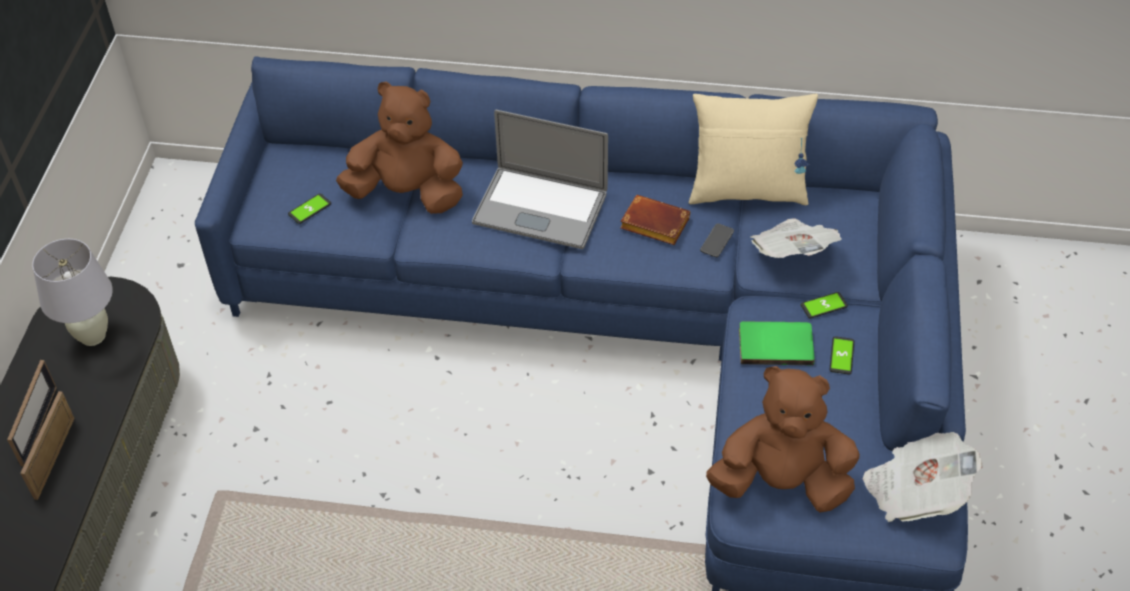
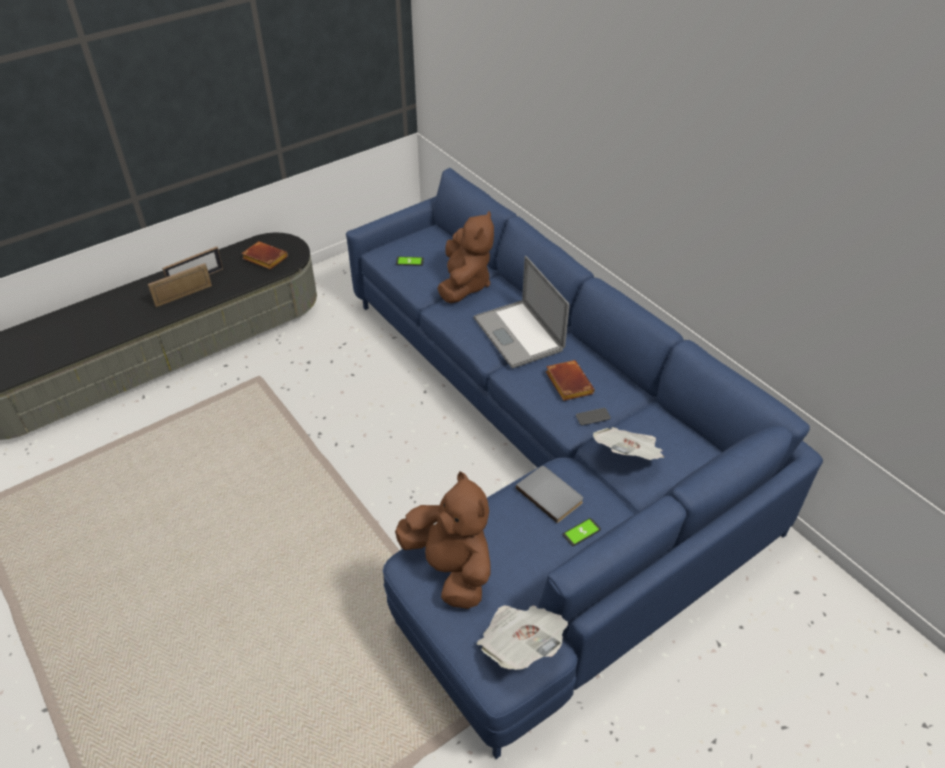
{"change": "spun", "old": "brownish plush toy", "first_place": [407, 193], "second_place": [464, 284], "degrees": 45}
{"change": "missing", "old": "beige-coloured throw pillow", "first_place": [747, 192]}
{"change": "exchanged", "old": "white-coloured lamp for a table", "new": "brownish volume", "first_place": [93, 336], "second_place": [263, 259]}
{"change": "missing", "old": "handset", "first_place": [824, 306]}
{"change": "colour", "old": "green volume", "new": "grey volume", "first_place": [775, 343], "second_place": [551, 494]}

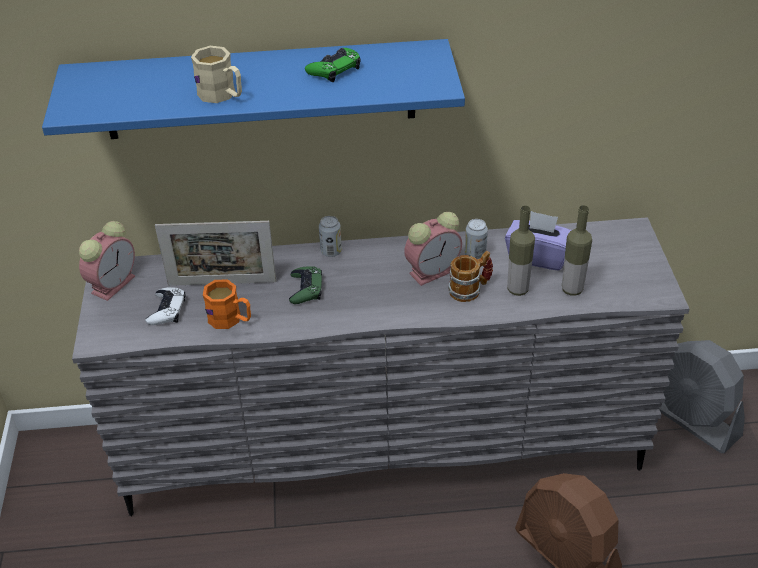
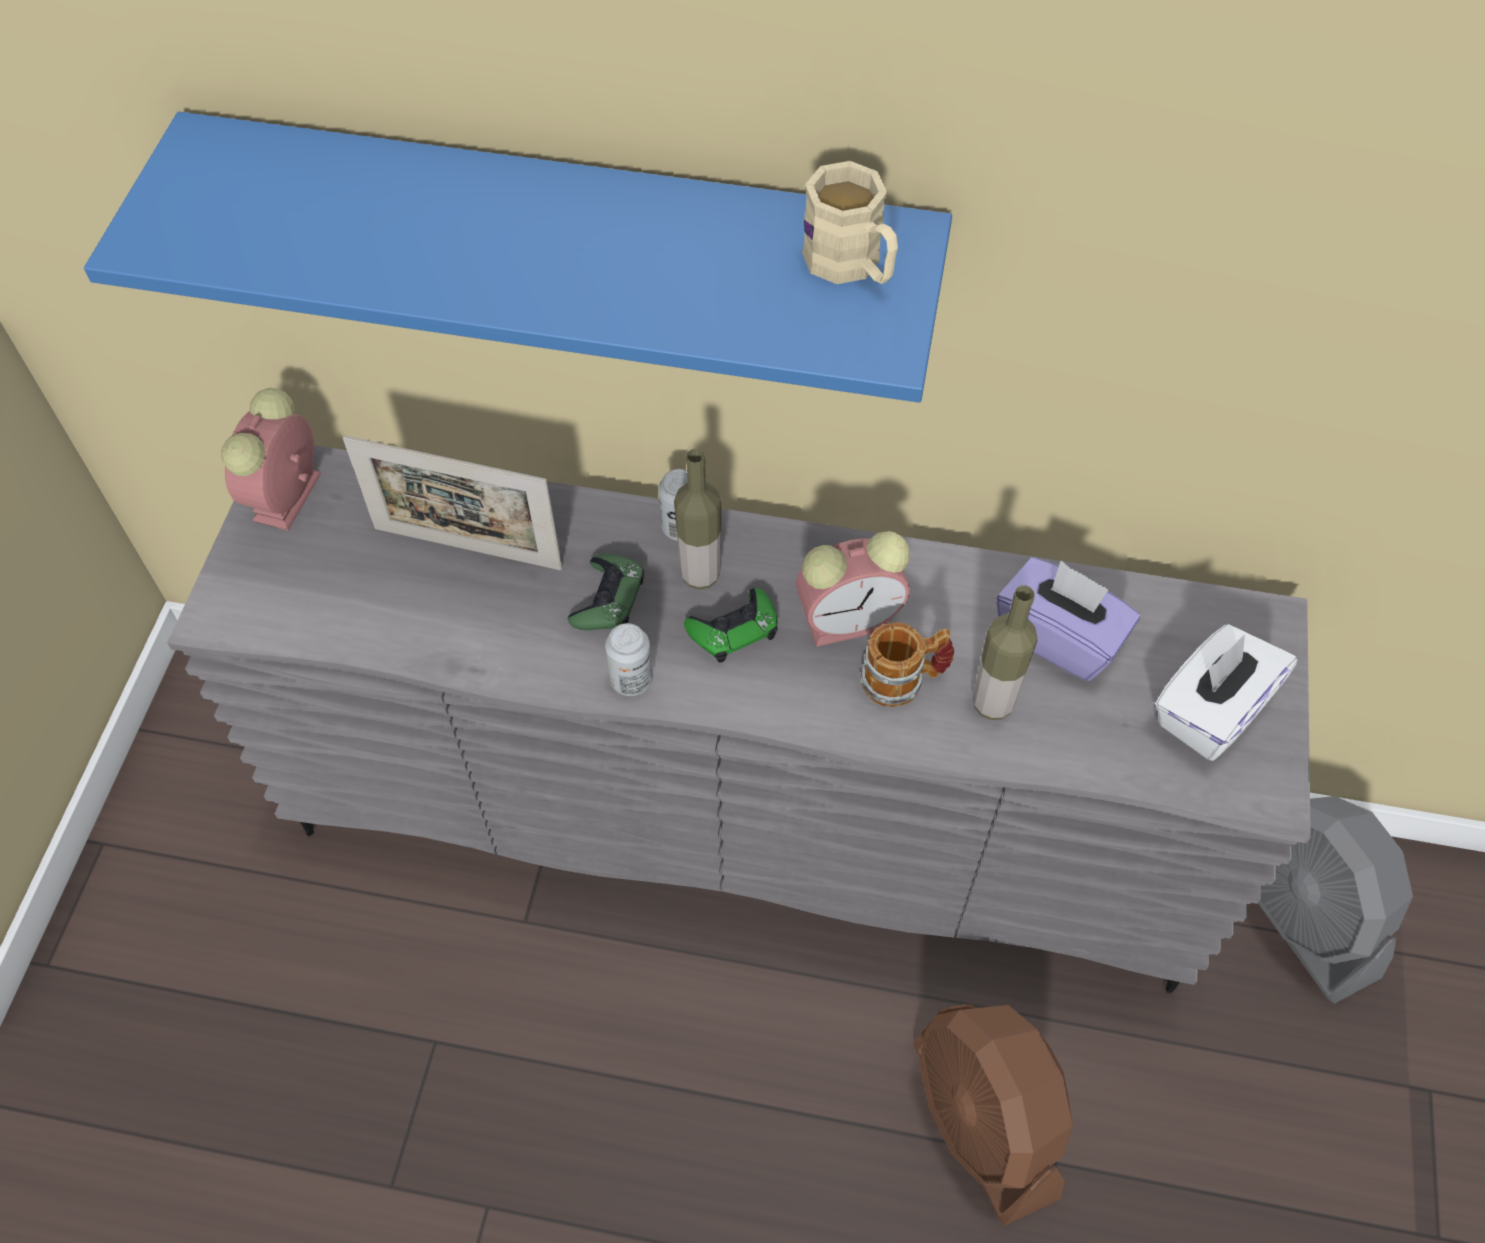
{"change": "relocated", "old": "beige-coloured coffee mug", "first_place": [222, 95], "second_place": [852, 266]}
{"change": "relocated", "old": "green joypad", "first_place": [334, 69], "second_place": [734, 630]}
{"change": "relocated", "old": "beverage bottle", "first_place": [572, 289], "second_place": [700, 575]}
{"change": "relocated", "old": "sealed can", "first_place": [475, 255], "second_place": [631, 680]}
{"change": "spun", "old": "bedside clock", "first_place": [114, 283], "second_place": [286, 500], "degrees": 150}
{"change": "missing", "old": "orange-coloured coffee mug", "first_place": [230, 319]}
{"change": "missing", "old": "white-coloured joypad", "first_place": [167, 310]}
{"change": "appeared", "new": "white-coloured tissue holder", "second_place": [1210, 710]}

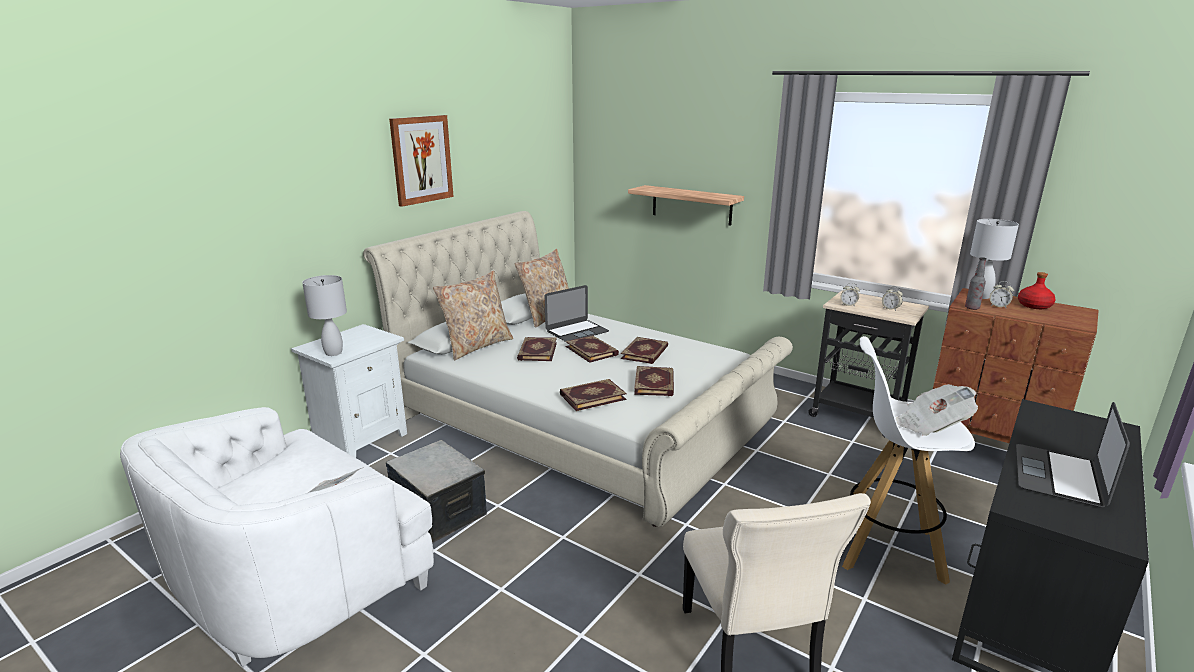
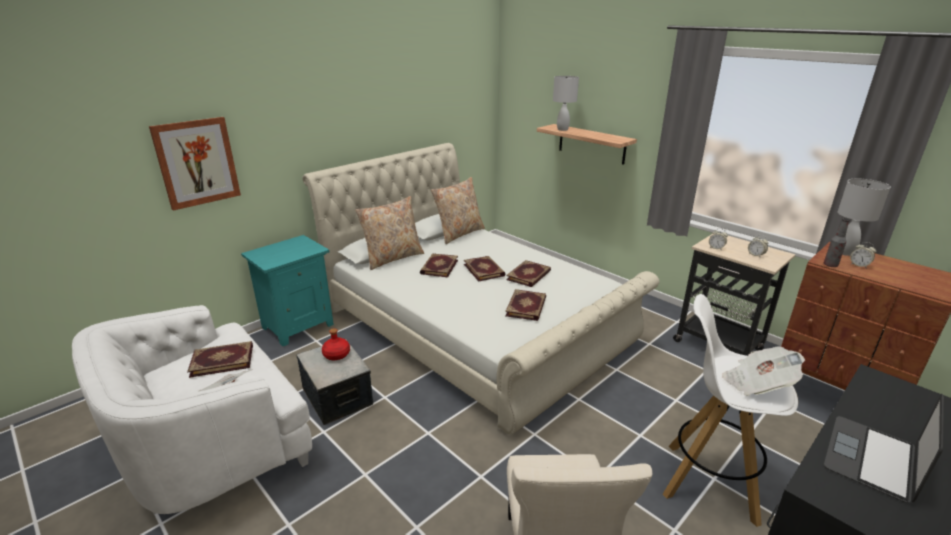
{"change": "relocated", "old": "wall art", "first_place": [421, 159], "second_place": [197, 162]}
{"change": "relocated", "old": "reddish beverage bottle", "first_place": [1034, 306], "second_place": [337, 354]}
{"change": "relocated", "old": "white-coloured lamp for a table", "first_place": [333, 353], "second_place": [562, 129]}
{"change": "missing", "old": "laptop", "first_place": [577, 331]}
{"change": "colour", "old": "white-coloured bedside table", "new": "turquoise-coloured bedside table", "first_place": [363, 439], "second_place": [299, 326]}
{"change": "relocated", "old": "volume", "first_place": [592, 396], "second_place": [222, 360]}

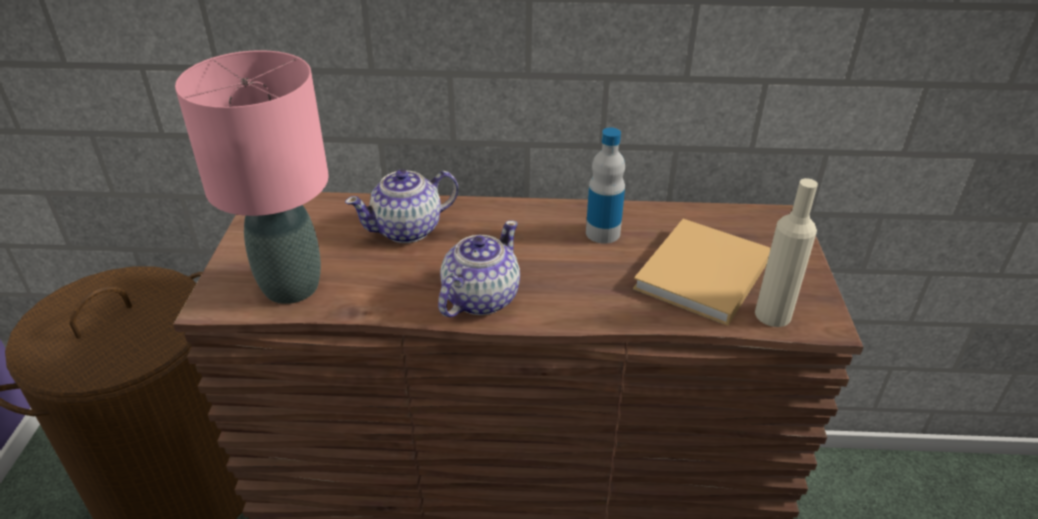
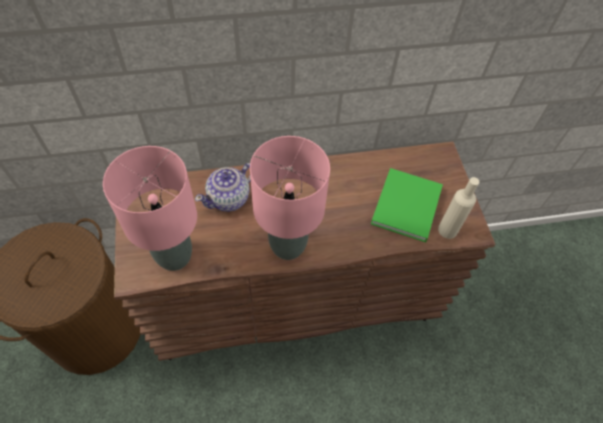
{"change": "missing", "old": "beverage bottle", "first_place": [602, 233]}
{"change": "colour", "old": "beige-coloured volume", "new": "green volume", "first_place": [701, 276], "second_place": [405, 208]}
{"change": "exchanged", "old": "pot for tea", "new": "pink lamp for a table", "first_place": [479, 298], "second_place": [287, 246]}

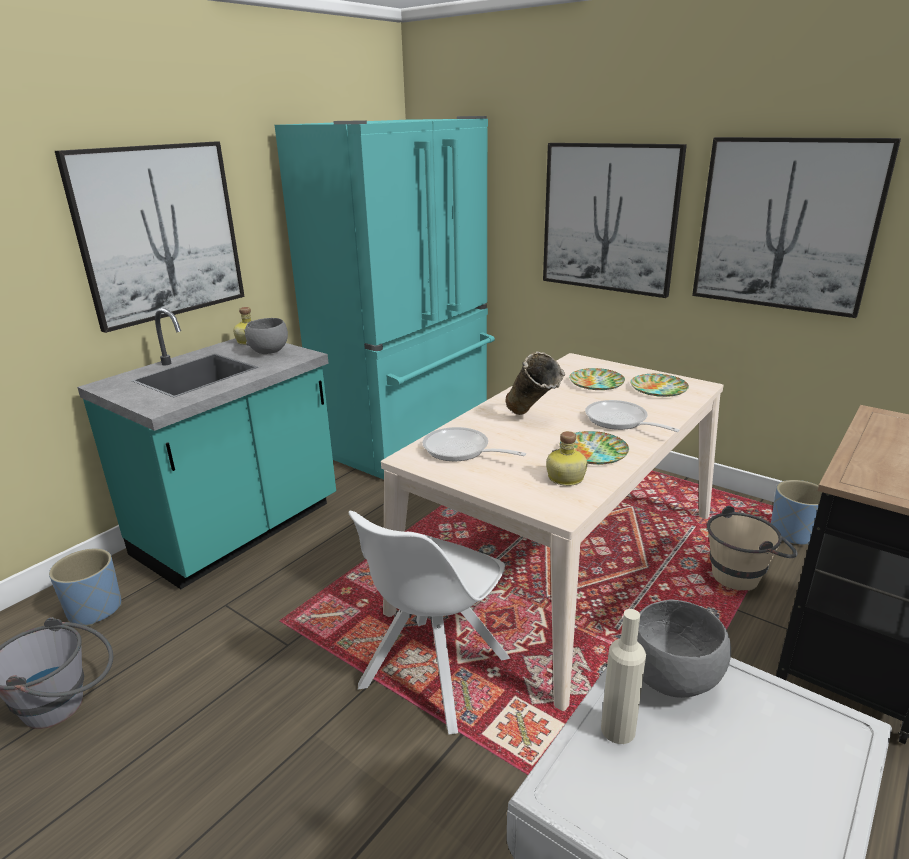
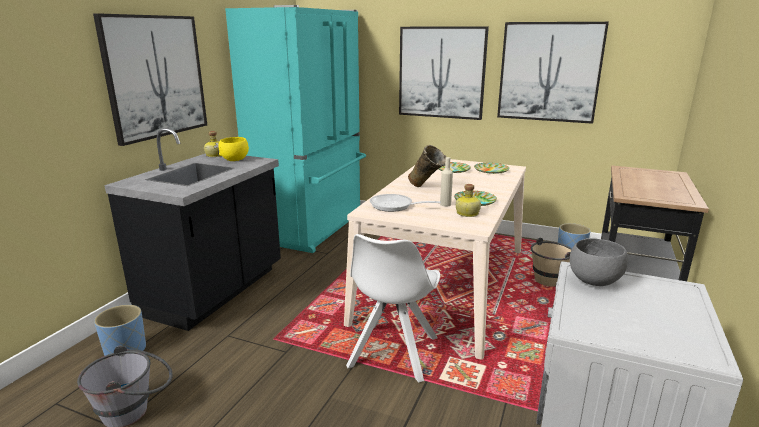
{"change": "colour", "old": "turquoise-coloured counter", "new": "blackish counter", "first_place": [239, 531], "second_place": [215, 292]}
{"change": "colour", "old": "grey serving bowl", "new": "yellow serving bowl", "first_place": [269, 351], "second_place": [235, 160]}
{"change": "missing", "old": "frying pan", "first_place": [620, 421]}
{"change": "relocated", "old": "beige-coloured beverage bottle", "first_place": [618, 729], "second_place": [445, 204]}

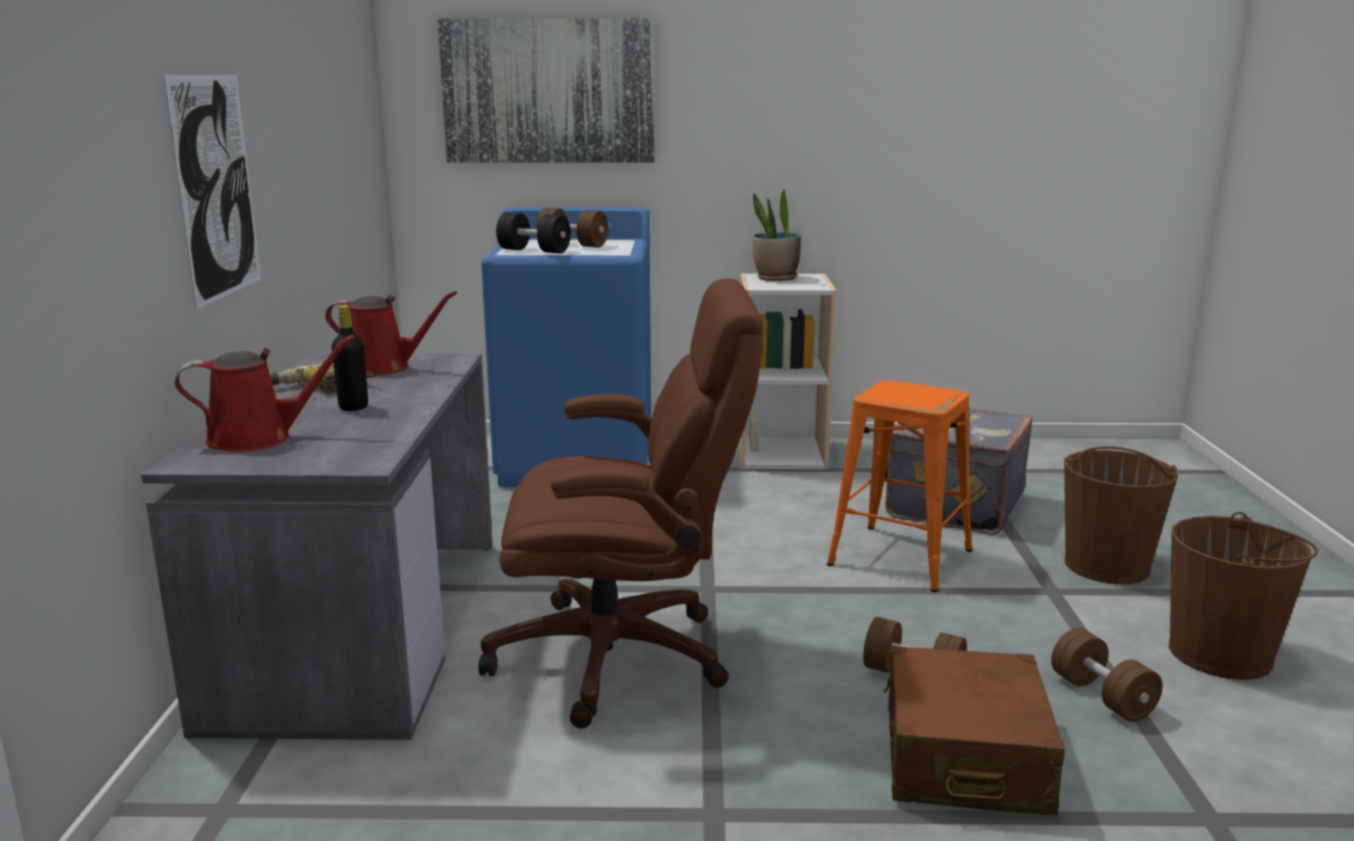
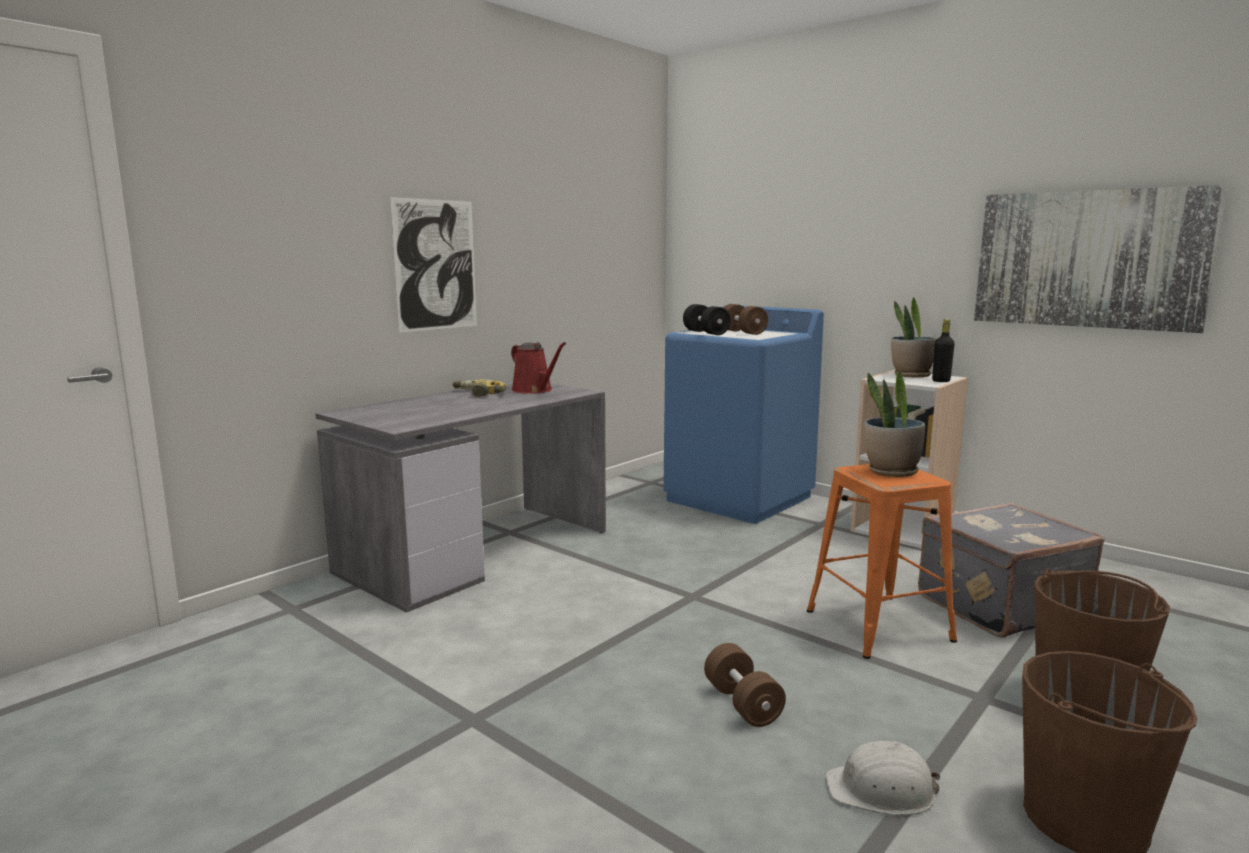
{"change": "relocated", "old": "wall art", "first_place": [548, 91], "second_place": [1089, 259]}
{"change": "missing", "old": "brownish desk chair", "first_place": [627, 659]}
{"change": "relocated", "old": "blackish beverage bottle", "first_place": [353, 407], "second_place": [941, 381]}
{"change": "missing", "old": "reddish sprinkling can", "first_place": [258, 438]}
{"change": "exchanged", "old": "brownish free weight", "new": "white-coloured safety helmet", "first_place": [1102, 696], "second_place": [882, 790]}
{"change": "missing", "old": "brownish suitcase", "first_place": [964, 758]}
{"change": "appeared", "new": "houseplant", "second_place": [891, 472]}

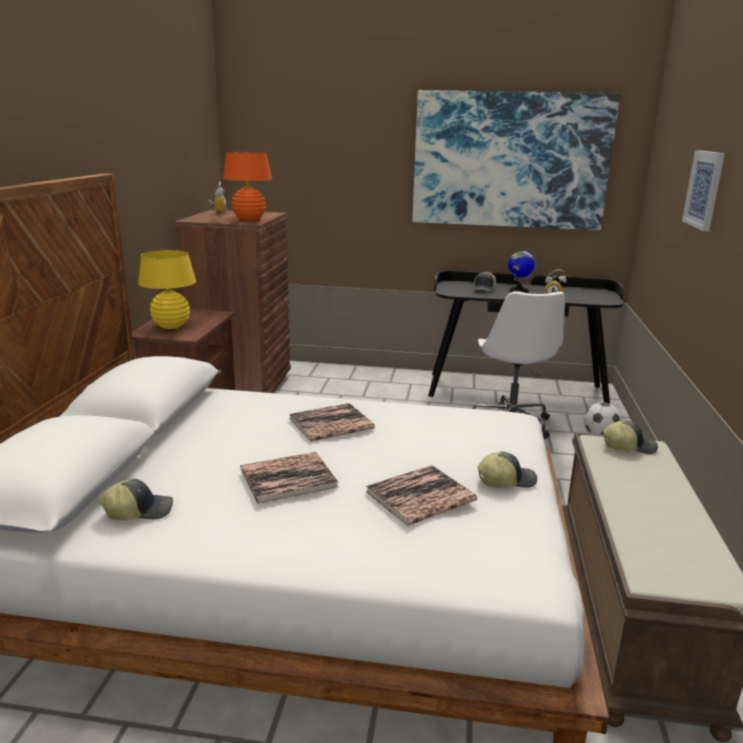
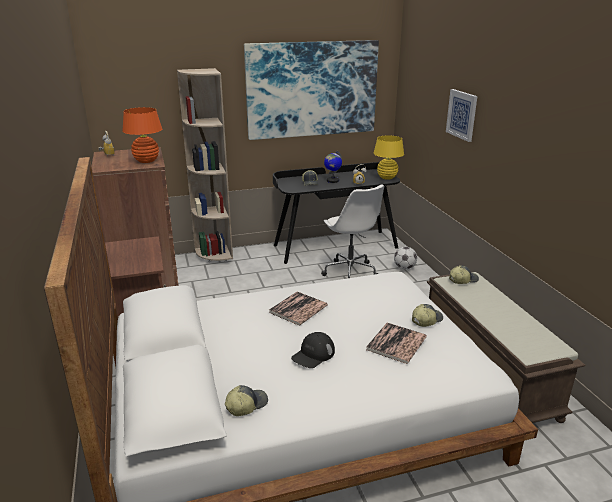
{"change": "relocated", "old": "yellow lamp for a table", "first_place": [171, 326], "second_place": [387, 177]}
{"change": "exchanged", "old": "volume", "new": "blackish baseball cap", "first_place": [288, 478], "second_place": [313, 354]}
{"change": "appeared", "new": "beige-coloured bookcase", "second_place": [215, 257]}

